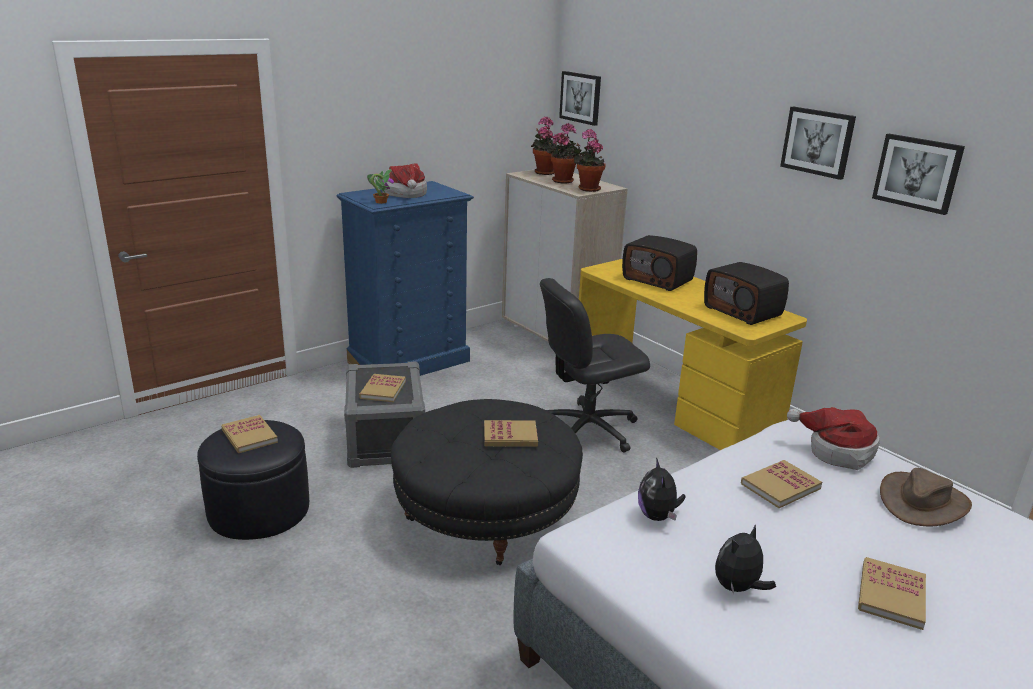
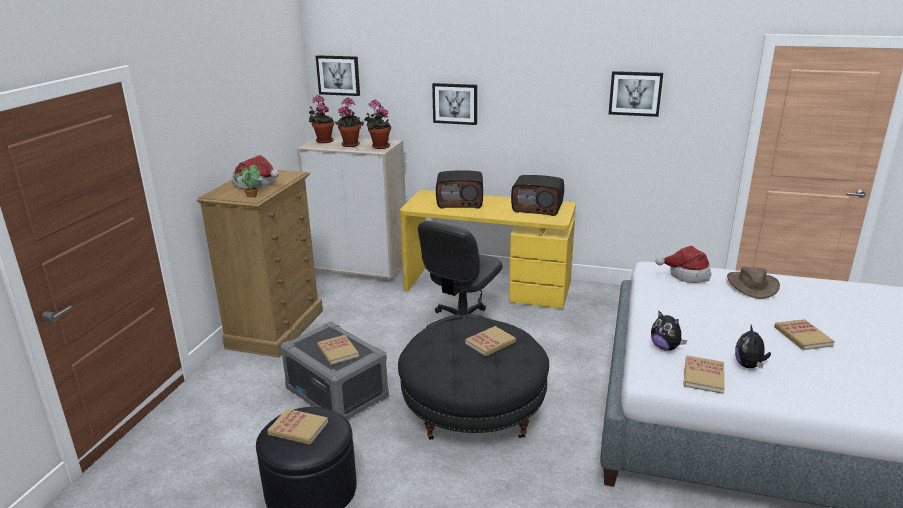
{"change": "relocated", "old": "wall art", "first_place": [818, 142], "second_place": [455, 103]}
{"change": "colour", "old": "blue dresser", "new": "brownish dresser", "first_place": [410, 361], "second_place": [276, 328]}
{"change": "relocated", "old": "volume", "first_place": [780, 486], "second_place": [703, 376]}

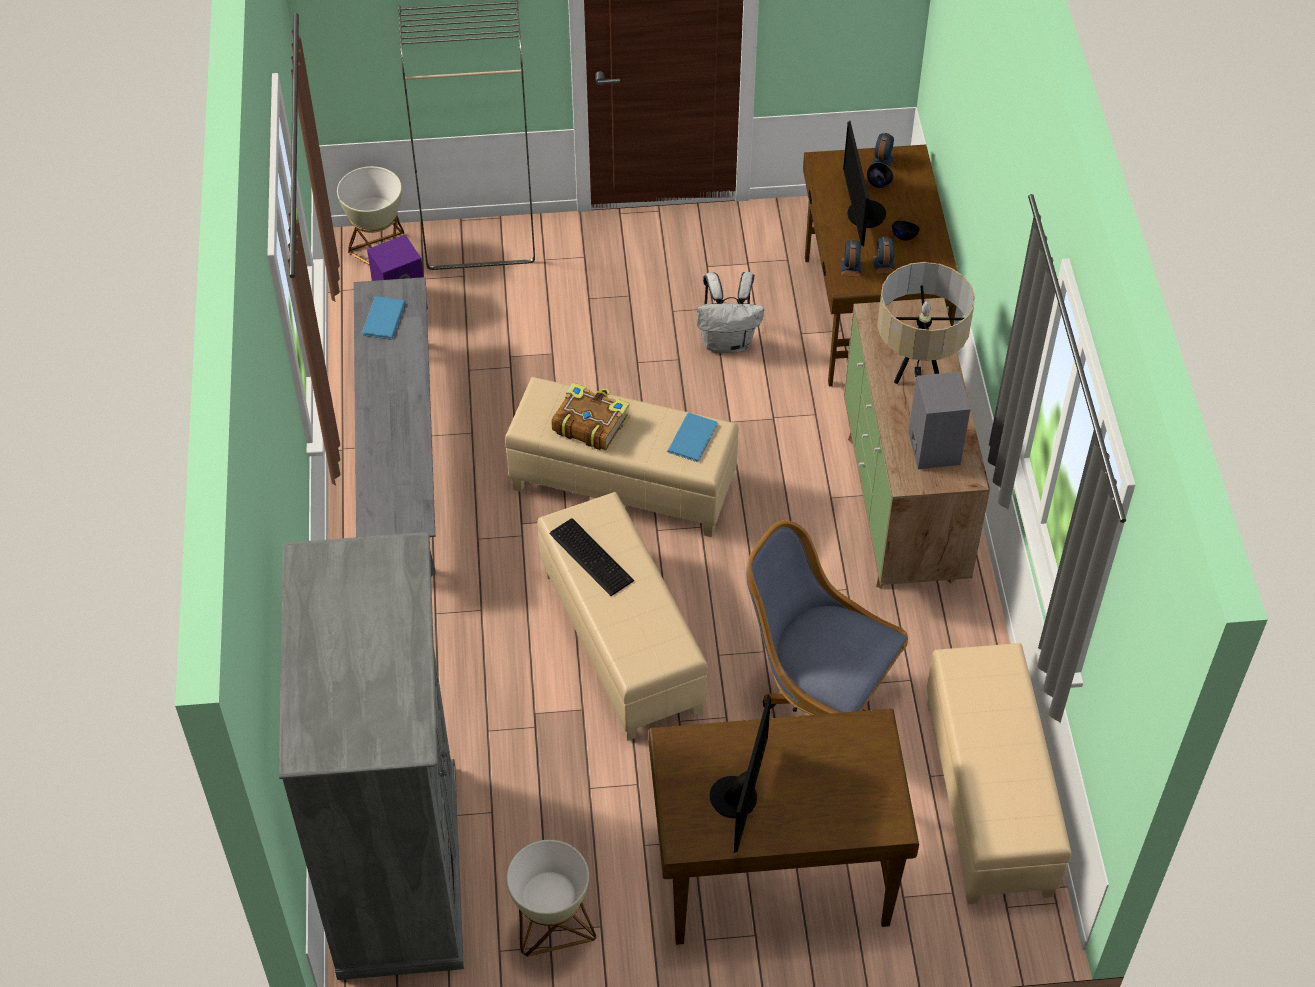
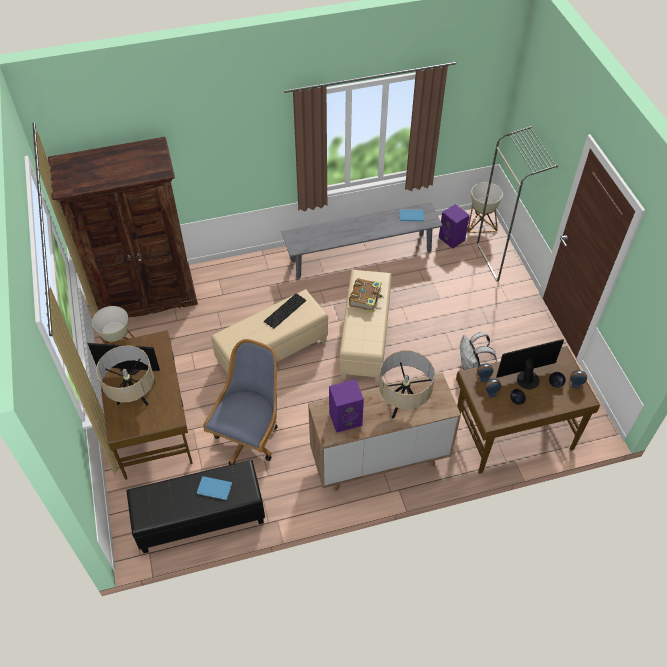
{"change": "colour", "old": "grey speaker", "new": "purple speaker", "first_place": [932, 447], "second_place": [346, 418]}
{"change": "relocated", "old": "blue volume", "first_place": [694, 437], "second_place": [215, 489]}
{"change": "colour", "old": "grey wardrobe", "new": "brownish wardrobe", "first_place": [399, 870], "second_place": [147, 295]}
{"change": "colour", "old": "beige-coloured ottoman", "new": "blackish ottoman", "first_place": [986, 796], "second_place": [201, 517]}
{"change": "appeared", "new": "beige-coloured lamp for a table", "second_place": [134, 400]}

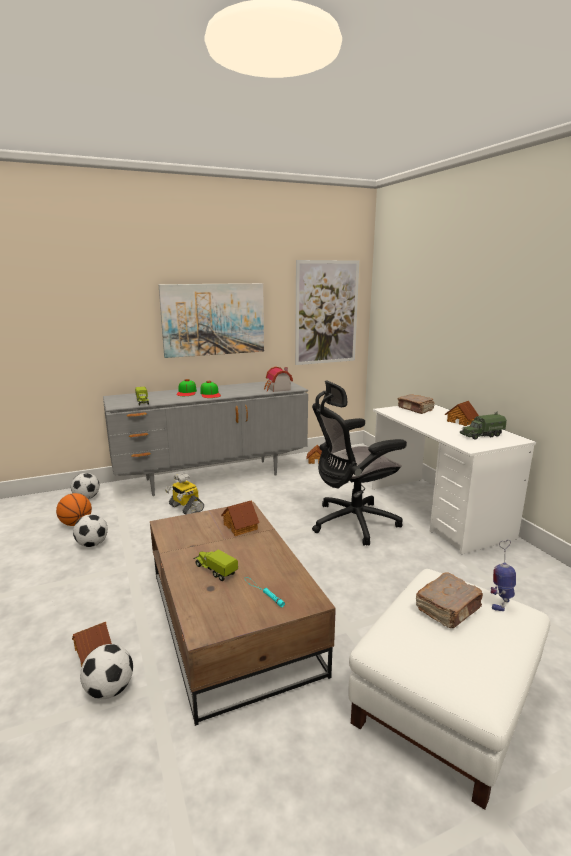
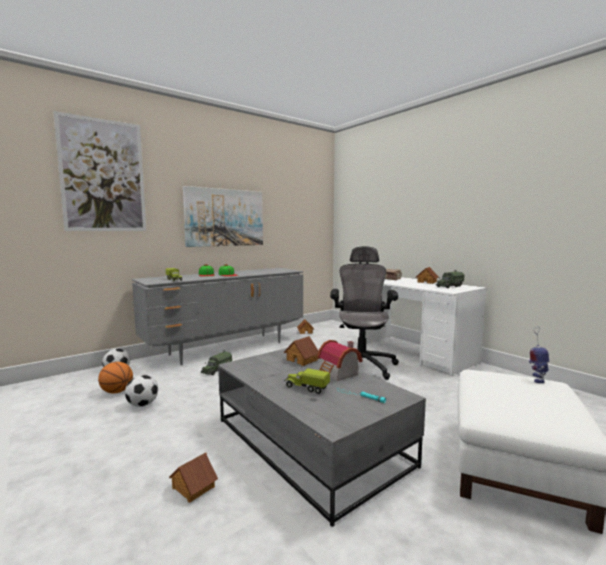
{"change": "relocated", "old": "wall art", "first_place": [326, 313], "second_place": [103, 176]}
{"change": "relocated", "old": "toy house", "first_place": [277, 389], "second_place": [338, 374]}
{"change": "spun", "old": "desk chair", "first_place": [354, 523], "second_place": [361, 366], "degrees": 135}
{"change": "exchanged", "old": "robot figure", "new": "model truck", "first_place": [185, 508], "second_place": [216, 370]}
{"change": "colour", "old": "brownish low table", "new": "grey low table", "first_place": [230, 620], "second_place": [308, 441]}
{"change": "missing", "old": "brownish volume", "first_place": [448, 609]}
{"change": "missing", "old": "football", "first_place": [109, 690]}

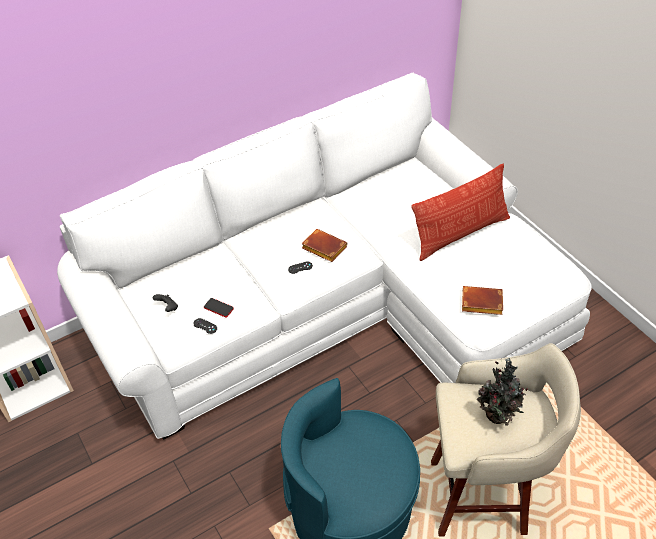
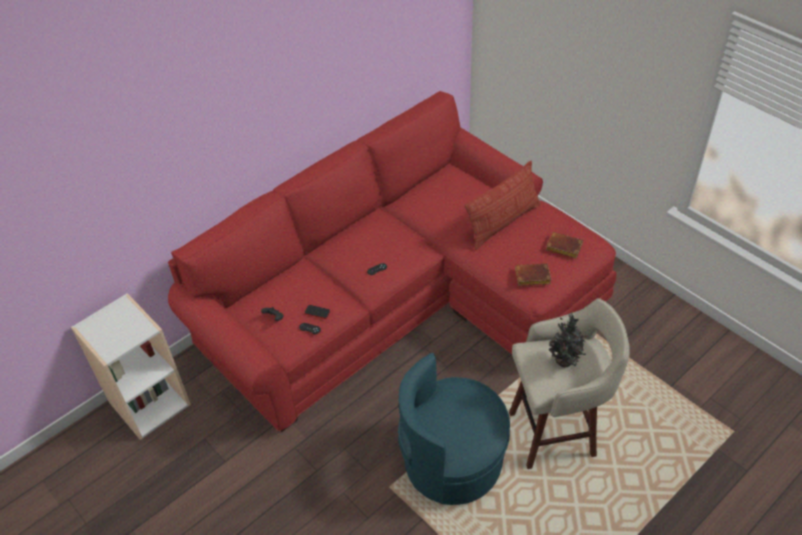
{"change": "colour", "old": "white-coloured settee", "new": "reddish settee", "first_place": [337, 306], "second_place": [403, 299]}
{"change": "relocated", "old": "brownish volume", "first_place": [322, 248], "second_place": [562, 248]}

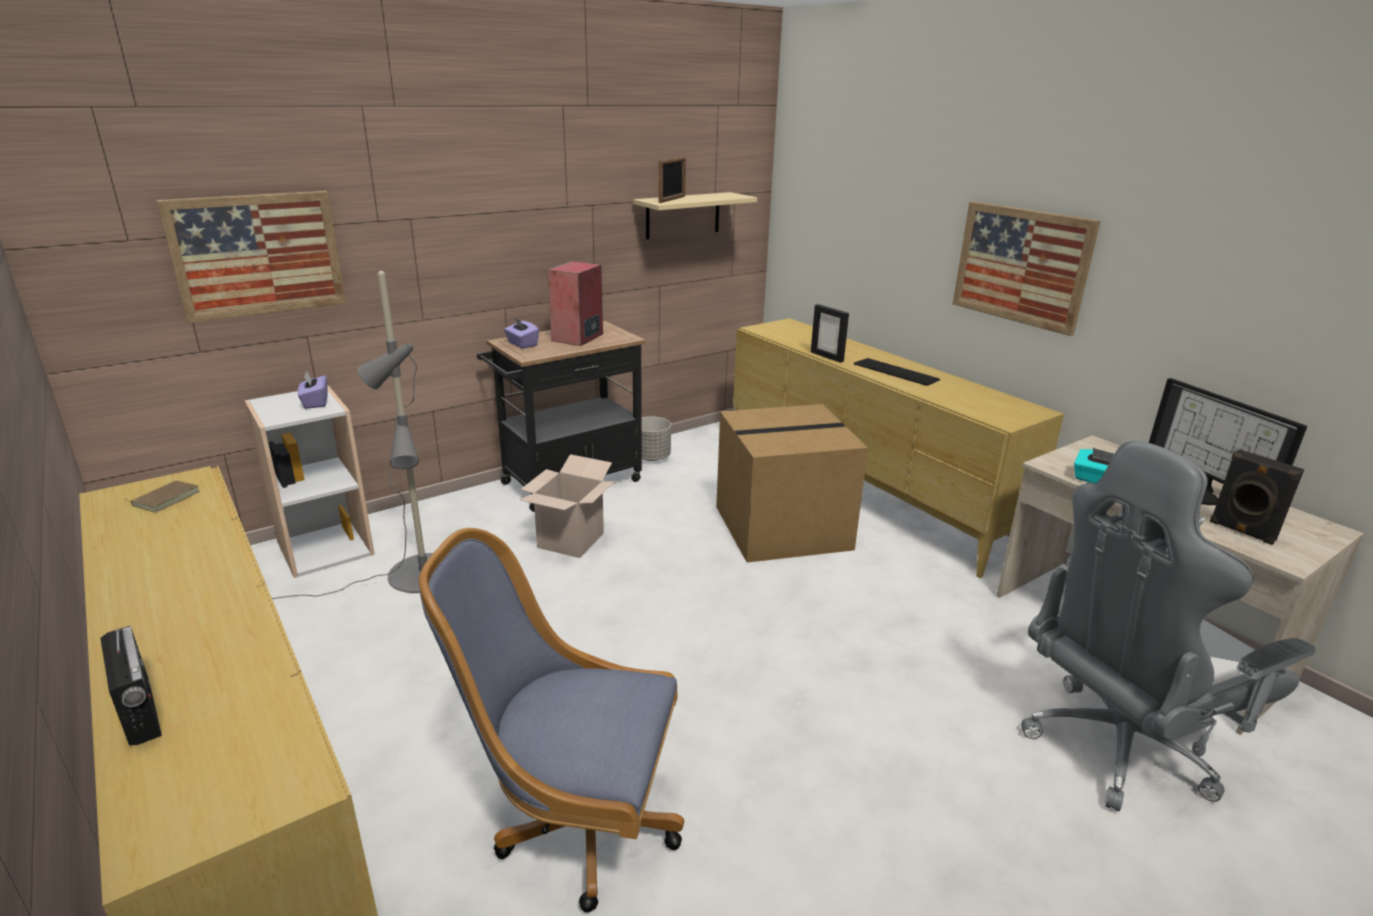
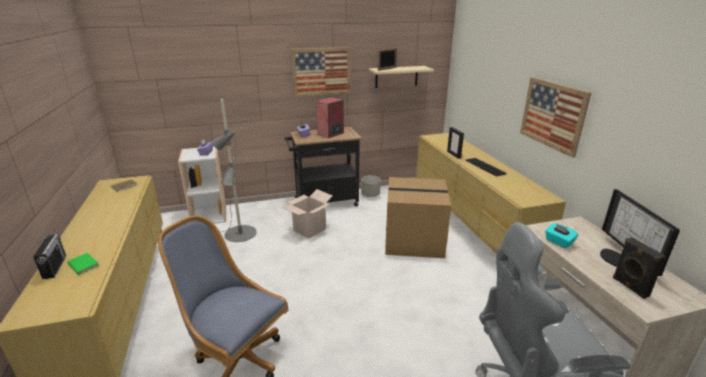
{"change": "relocated", "old": "wall art", "first_place": [257, 255], "second_place": [321, 71]}
{"change": "appeared", "new": "green volume", "second_place": [82, 265]}

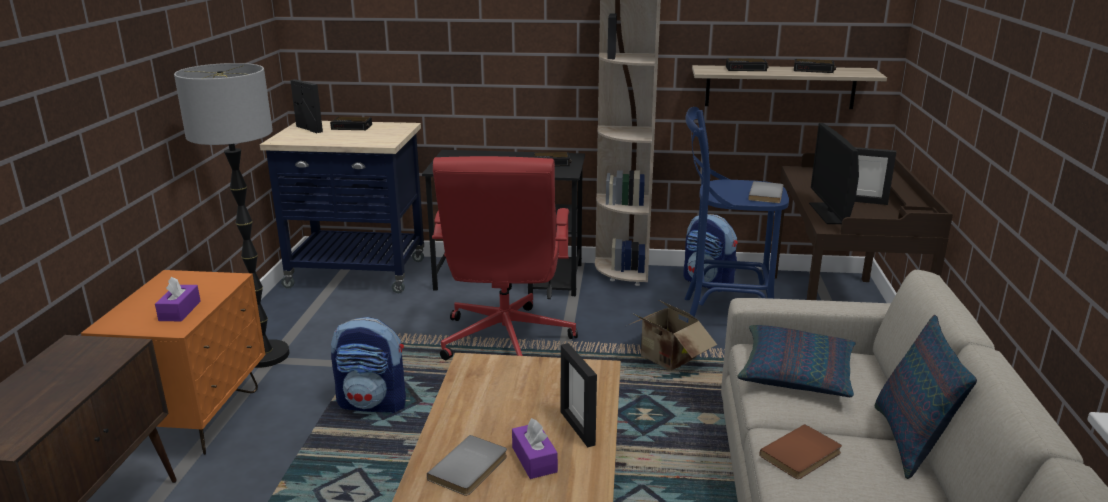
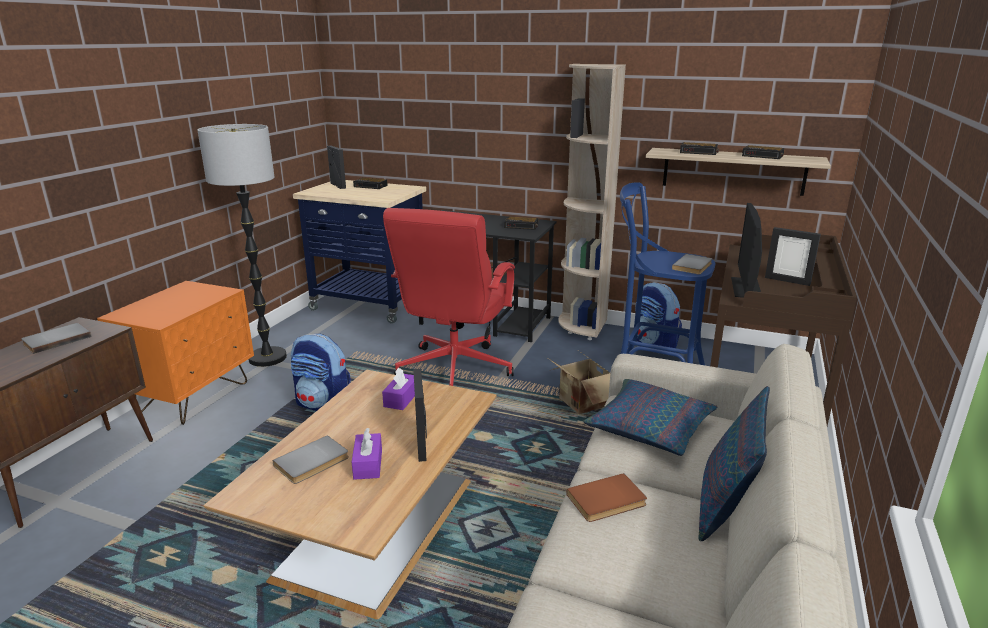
{"change": "relocated", "old": "purple tissue holder", "first_place": [180, 311], "second_place": [401, 398]}
{"change": "appeared", "new": "grey volume", "second_place": [56, 340]}

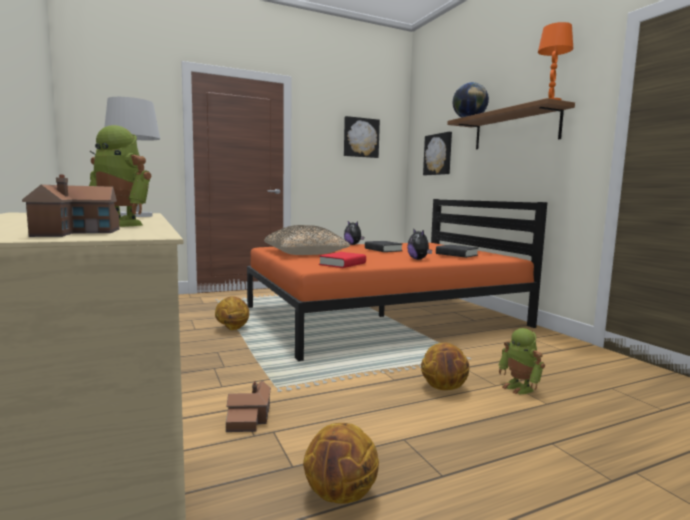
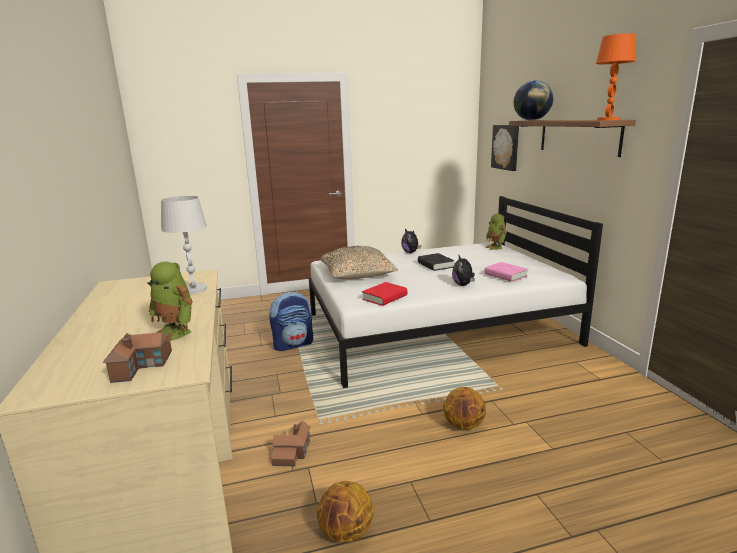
{"change": "missing", "old": "wall art", "first_place": [360, 137]}
{"change": "colour", "old": "orange-coloured sleeping bed", "new": "white-coloured sleeping bed", "first_place": [383, 316], "second_place": [436, 328]}
{"change": "colour", "old": "blackish volume", "new": "pink volume", "first_place": [456, 254], "second_place": [505, 275]}
{"change": "exchanged", "old": "ball for basketball", "new": "rucksack", "first_place": [232, 328], "second_place": [293, 344]}
{"change": "relocated", "old": "robot figure", "first_place": [519, 387], "second_place": [496, 247]}

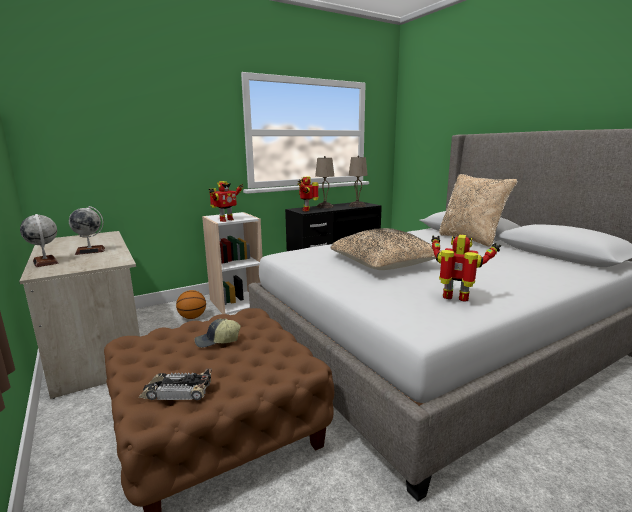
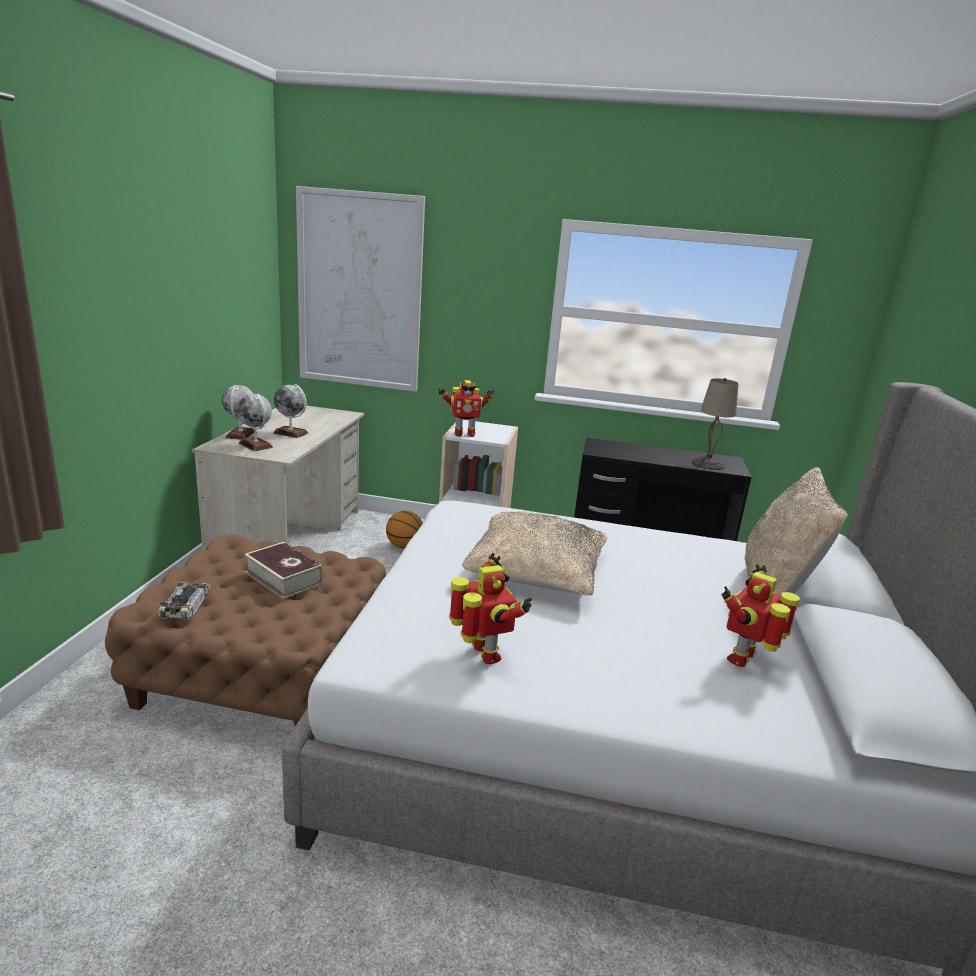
{"change": "missing", "old": "beige-coloured lamp for a table", "first_place": [324, 206]}
{"change": "relocated", "old": "robot figure", "first_place": [307, 210], "second_place": [744, 658]}
{"change": "exchanged", "old": "baseball cap", "new": "volume", "first_place": [217, 341], "second_place": [284, 578]}
{"change": "spun", "old": "toy car", "first_place": [176, 391], "second_place": [186, 604], "degrees": 45}
{"change": "appeared", "new": "wall art", "second_place": [359, 292]}
{"change": "appeared", "new": "globe", "second_place": [256, 445]}

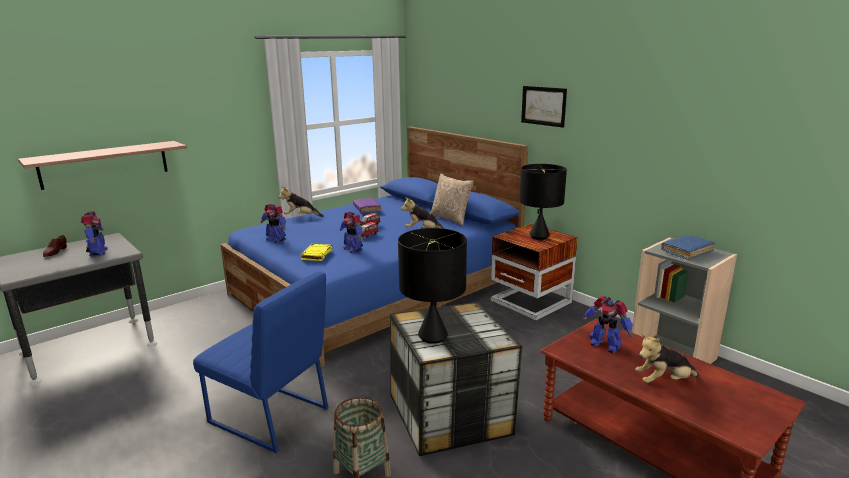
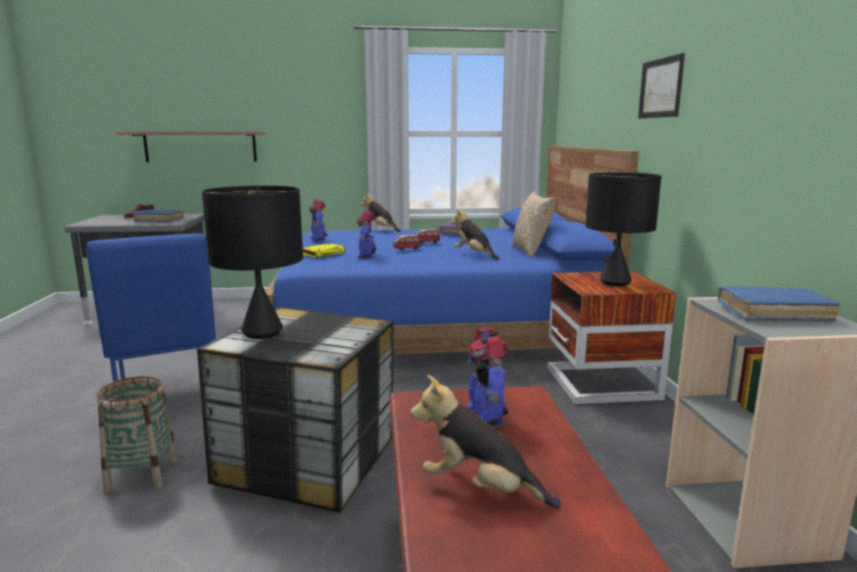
{"change": "exchanged", "old": "robot figure", "new": "blue volume", "first_place": [97, 253], "second_place": [159, 220]}

